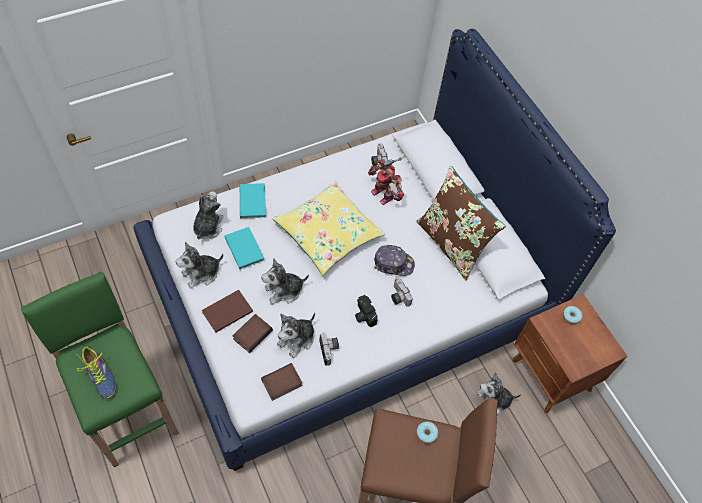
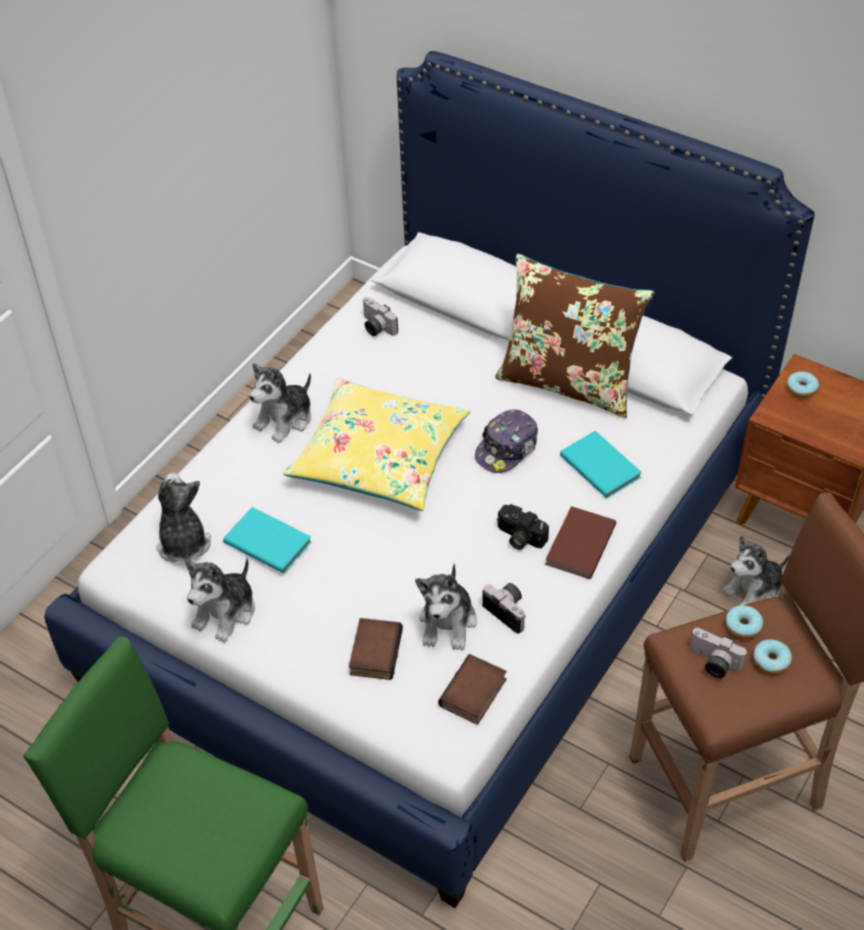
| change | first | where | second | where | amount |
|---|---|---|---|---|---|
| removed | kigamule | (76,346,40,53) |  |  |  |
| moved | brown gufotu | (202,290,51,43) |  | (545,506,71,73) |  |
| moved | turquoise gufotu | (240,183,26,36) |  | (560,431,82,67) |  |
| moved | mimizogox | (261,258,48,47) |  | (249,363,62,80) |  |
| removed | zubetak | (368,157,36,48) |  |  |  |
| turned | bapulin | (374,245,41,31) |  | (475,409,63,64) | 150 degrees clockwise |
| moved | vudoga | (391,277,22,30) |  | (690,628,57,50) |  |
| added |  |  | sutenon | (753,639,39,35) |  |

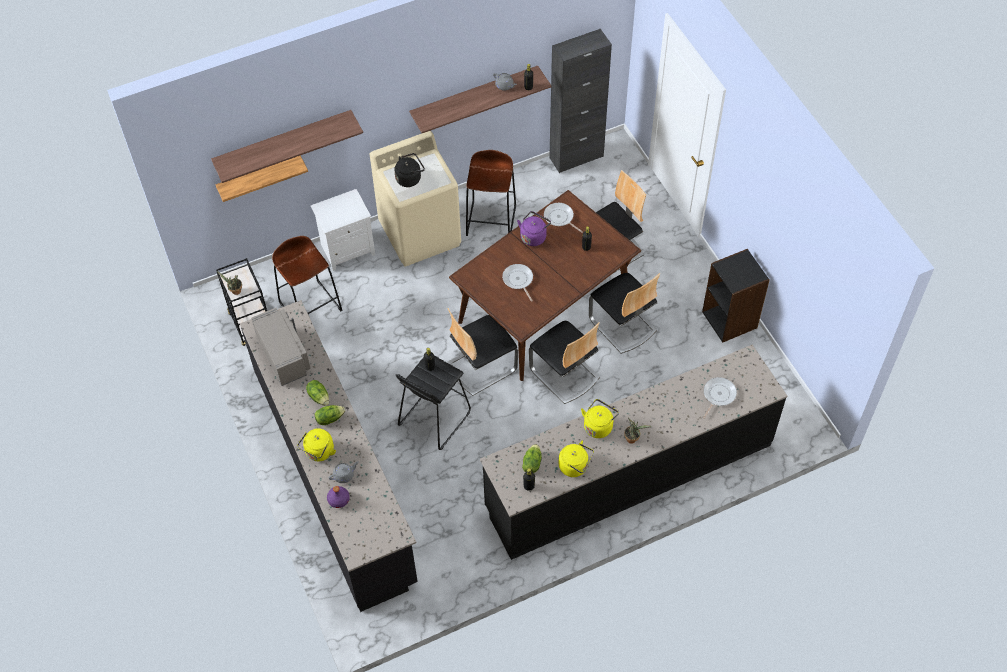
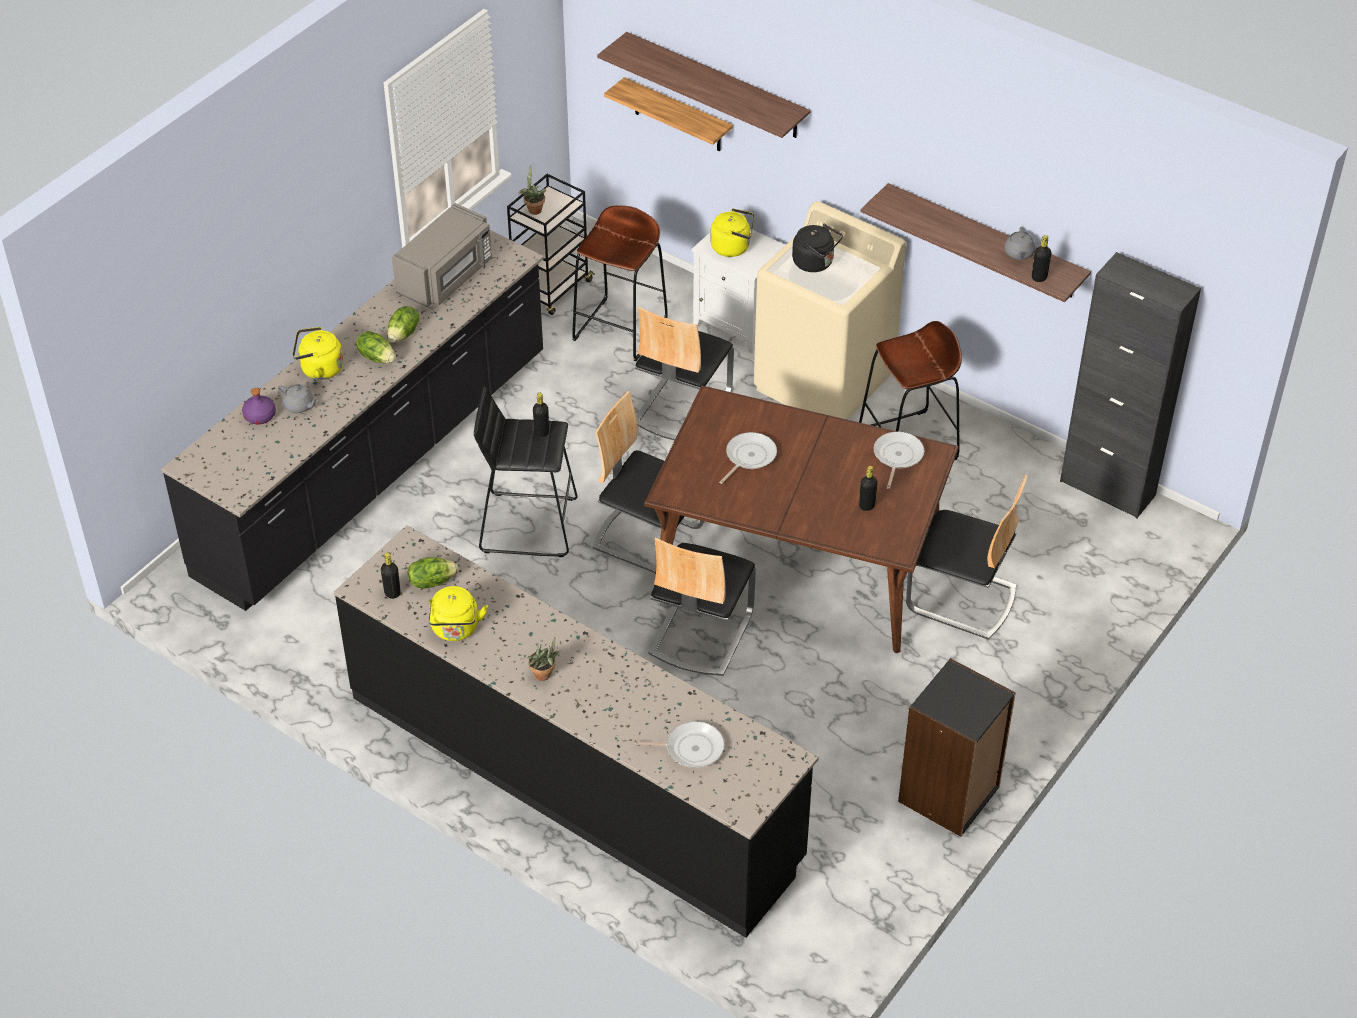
| change | first | where | second | where | amount |
|---|---|---|---|---|---|
| removed | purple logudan | (517,211,34,35) |  |  |  |
| moved | yellow logudan | (581,399,38,39) |  | (710,208,44,49) |  |
| moved | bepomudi | (589,273,72,81) |  | (635,307,99,134) |  |

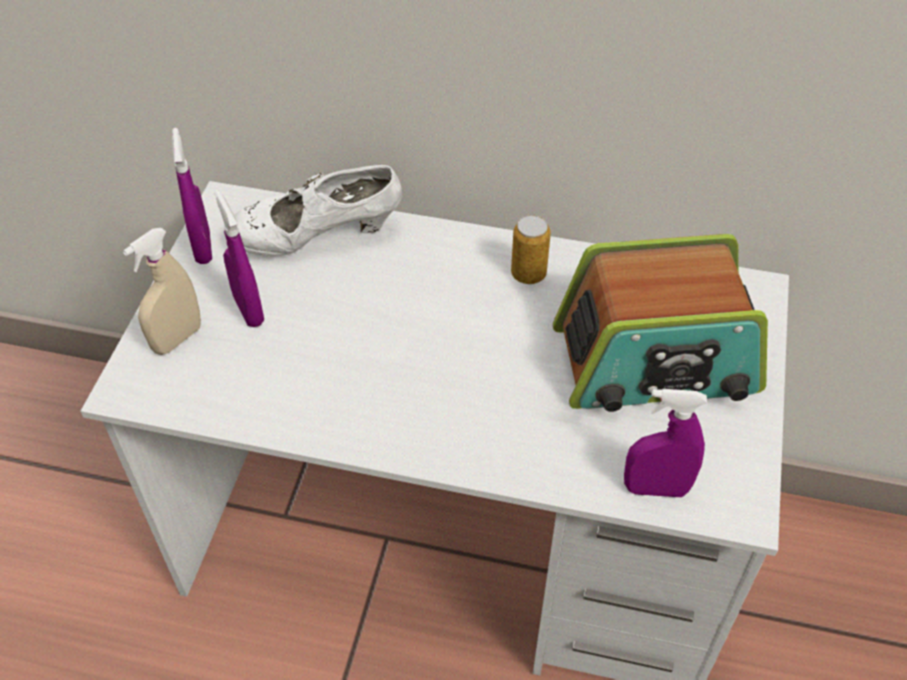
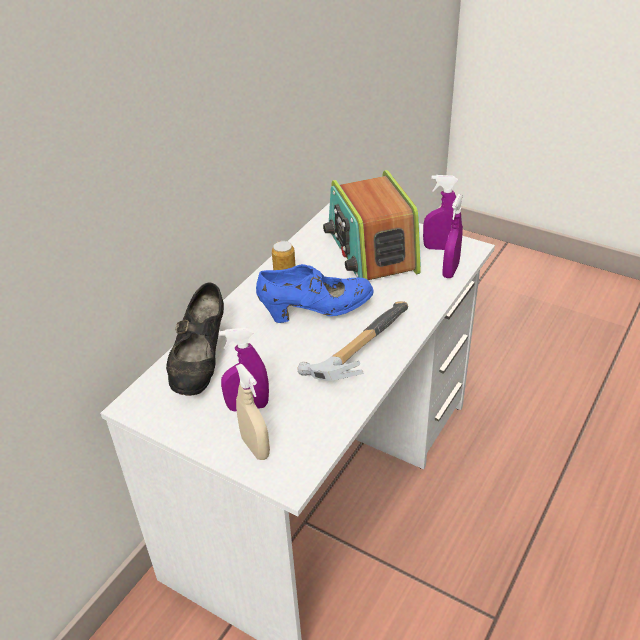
| change | first | where | second | where | amount |
|---|---|---|---|---|---|
| moved | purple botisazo | (172,128,40,136) |  | (423,175,35,75) |  |
| recoloured | white kigamule | (234,165,168,91) | black kigamule | (166,282,58,114) |  |
| turned | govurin | (553,234,215,178) |  | (323,170,98,110) | 150 degrees clockwise |
| added |  |  | blue kigamule | (256,264,118,59) |  |
| added |  |  | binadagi | (298,301,110,80) |  |

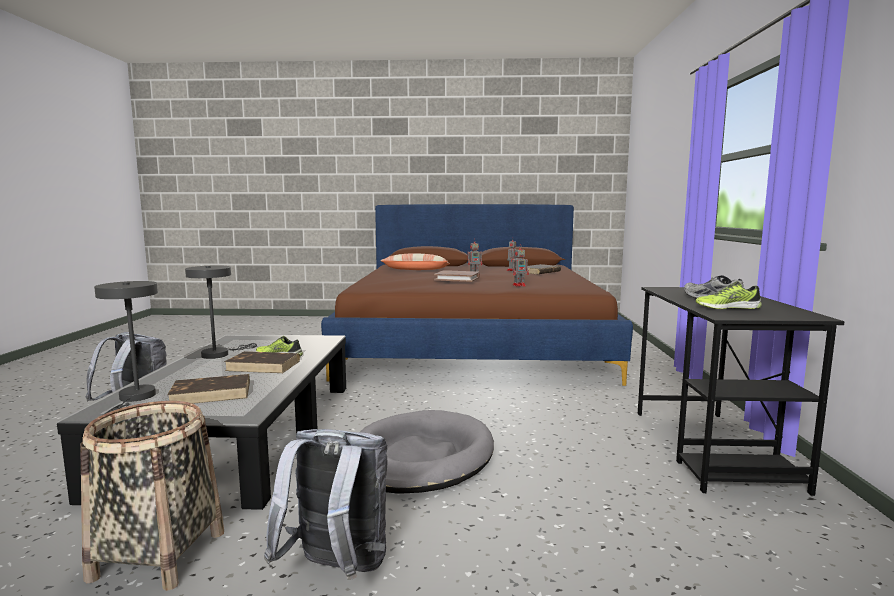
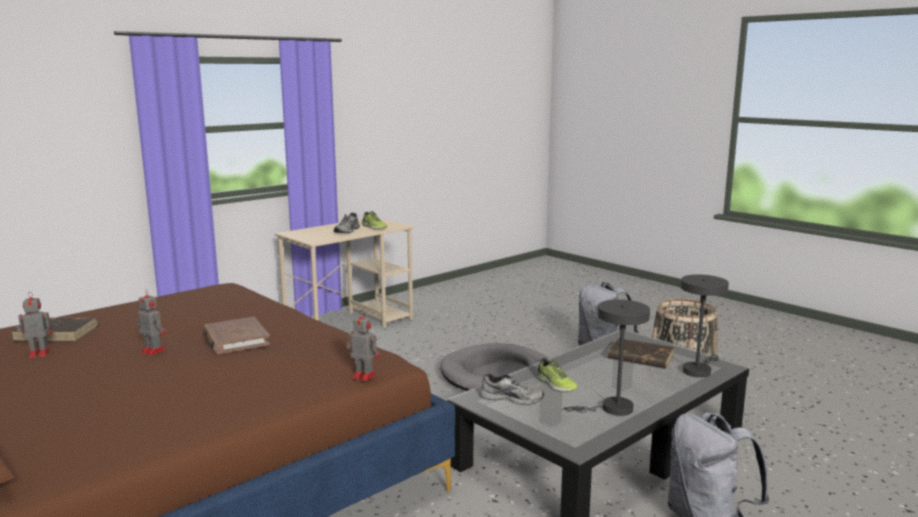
| change | first | where | second | where | amount |
|---|---|---|---|---|---|
| removed | brown gufotu | (224,351,76,22) |  |  |  |
| removed | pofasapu | (380,253,70,17) |  |  |  |
| moved | zubetak | (512,245,17,42) |  | (346,310,34,72) |  |
| recoloured | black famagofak | (638,287,207,209) | beige famagofak | (275,218,139,110) |  |
| added |  |  | grey kigamule | (480,373,64,32) |  |

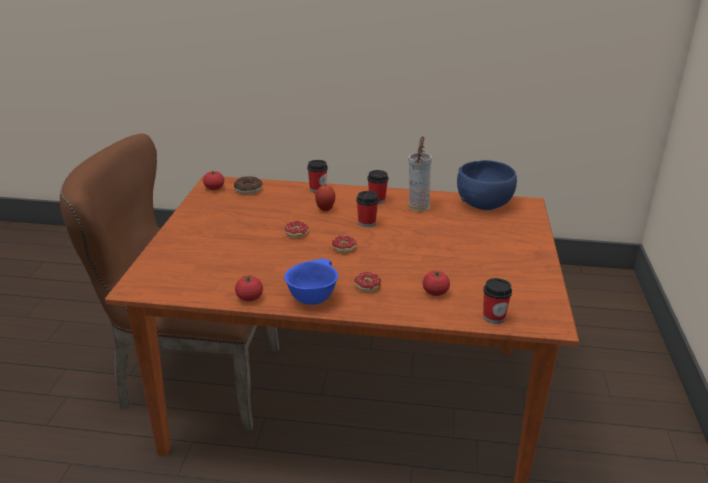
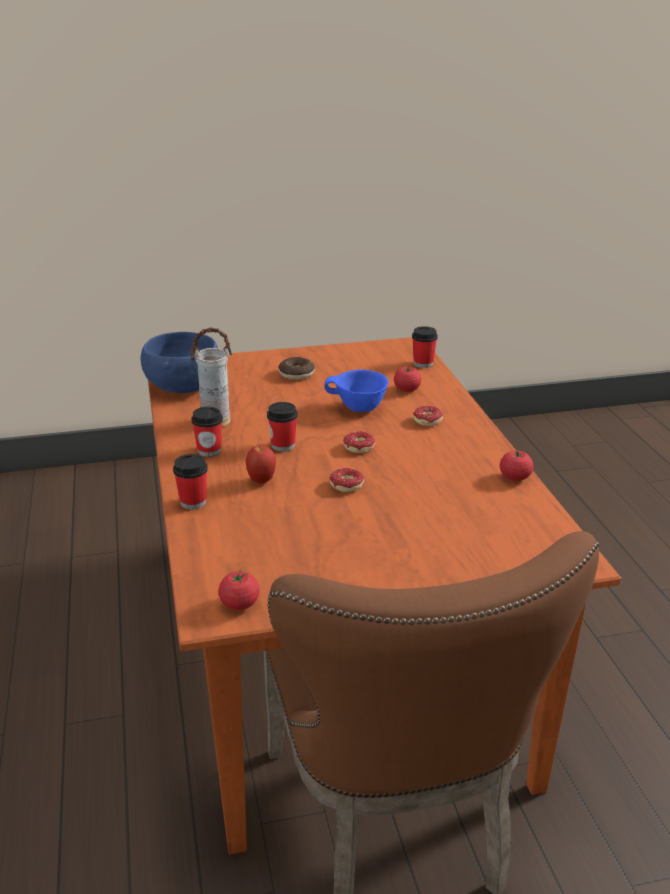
| change | first | where | second | where | amount |
|---|---|---|---|---|---|
| moved | sutenon | (234,176,29,18) |  | (278,357,37,23) |  |
| moved | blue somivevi | (284,259,54,46) |  | (324,370,64,42) |  |

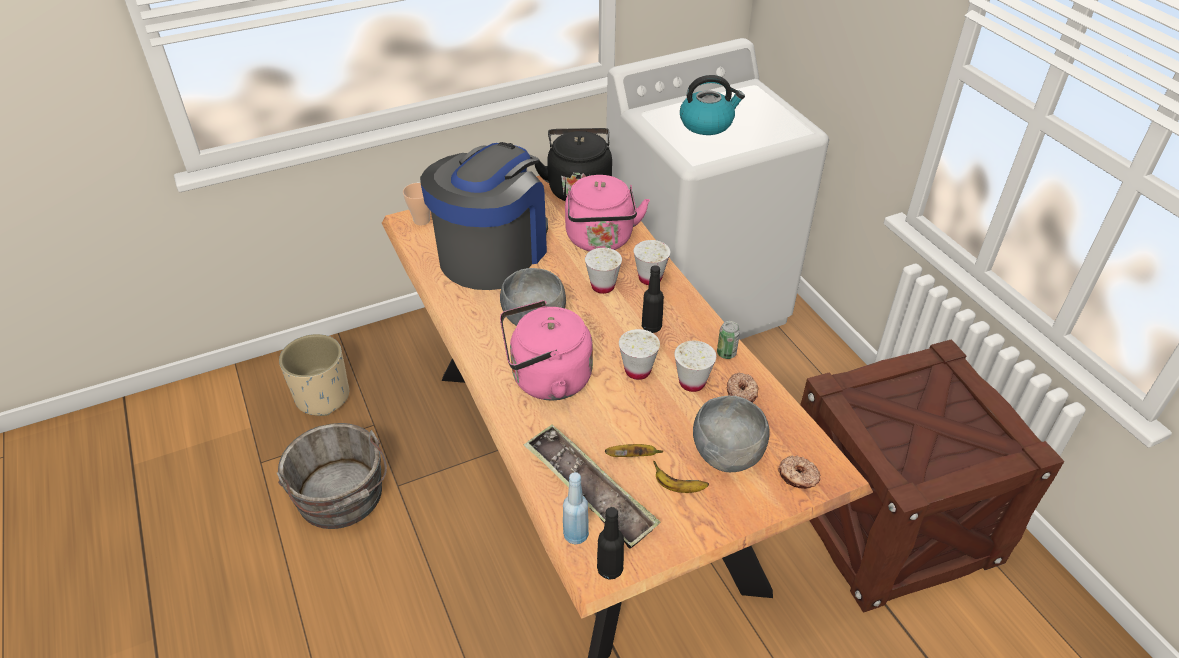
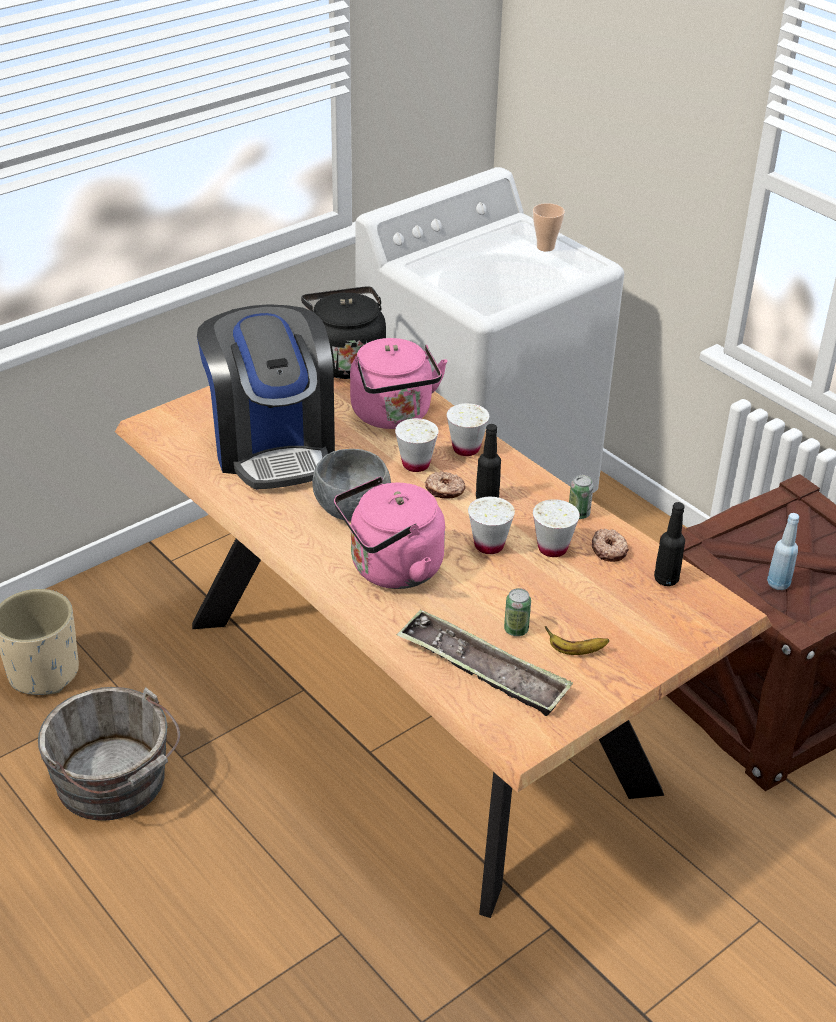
| change | first | where | second | where | amount |
|---|---|---|---|---|---|
| moved | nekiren | (403,183,27,42) |  | (533,203,32,49) |  |
| turned | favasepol | (420,142,128,148) |  | (197,304,138,185) | 150 degrees clockwise |
| moved | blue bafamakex | (563,472,26,72) |  | (767,513,32,77) |  |
| moved | black bafamakex | (597,507,27,73) |  | (654,502,31,84) |  |
| replaced | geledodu | (605,444,58,13) | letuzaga | (504,588,27,48) |  |
| removed | logudan | (680,75,65,60) |  |  |  |
| removed | grey somivevi | (693,396,77,76) |  |  |  |
| moved | sutenon | (778,456,43,33) |  | (425,471,41,27) |  |

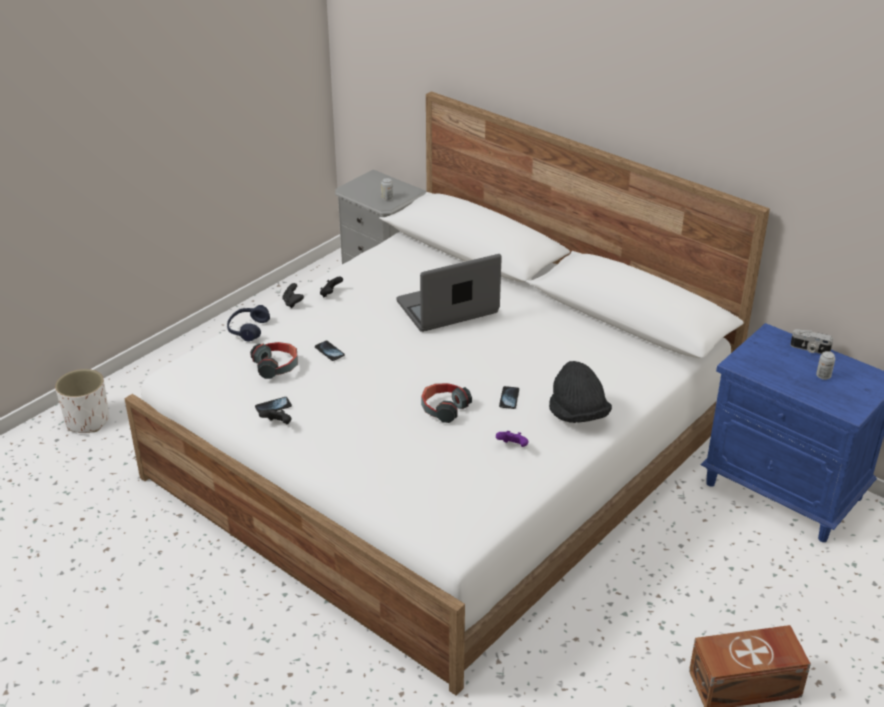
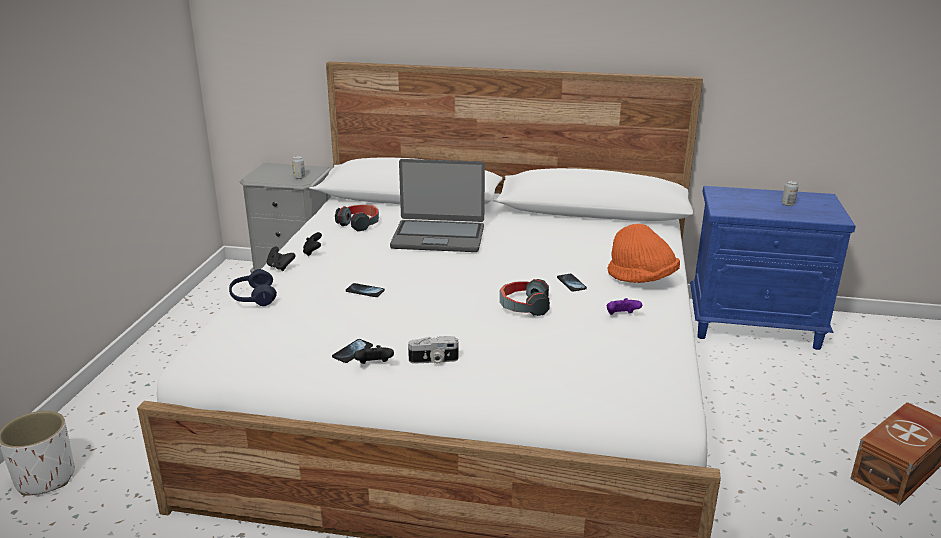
| change | first | where | second | where | amount |
|---|---|---|---|---|---|
| moved | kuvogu | (250,342,48,37) |  | (335,204,44,28) |  |
| turned | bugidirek | (396,254,106,78) |  | (390,159,95,93) | 120 degrees counterclockwise |
| recoloured | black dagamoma | (549,361,63,62) | orange dagamoma | (607,223,73,60) |  |
| moved | vudoga | (790,329,43,25) |  | (408,336,50,28) |  |

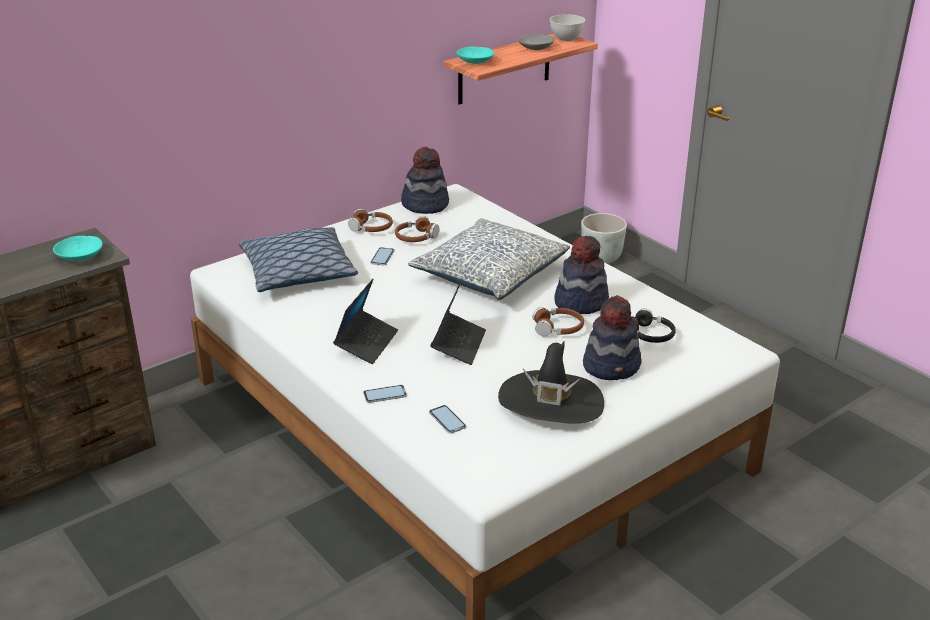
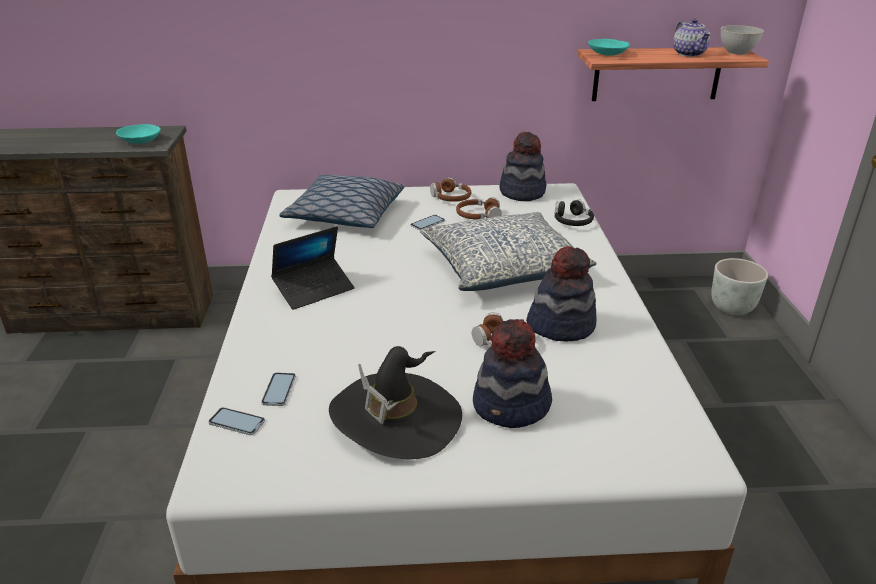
| change | first | where | second | where | amount |
|---|---|---|---|---|---|
| moved | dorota | (363,385,44,18) |  | (208,407,57,28) |  |
| removed | bugidirek | (430,280,56,85) |  |  |  |
| replaced | grey somivevi | (518,34,36,16) | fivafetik | (673,19,38,38) |  |
| moved | black kuvogu | (631,308,45,35) |  | (555,200,39,26) |  |

